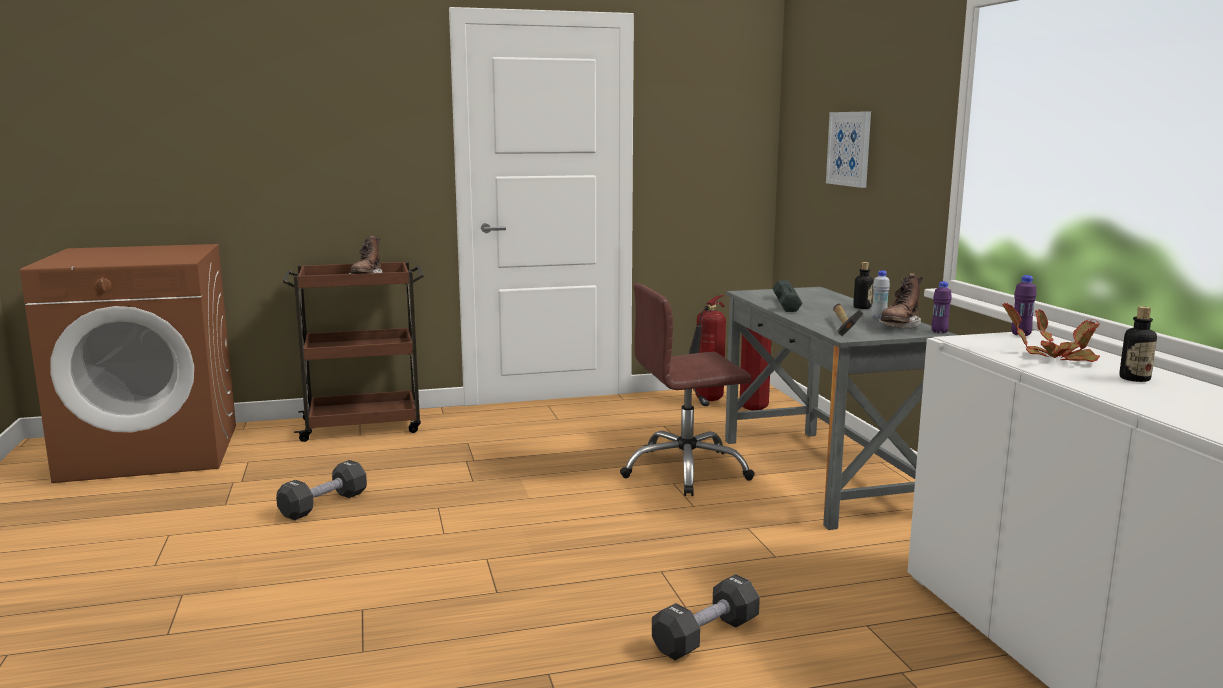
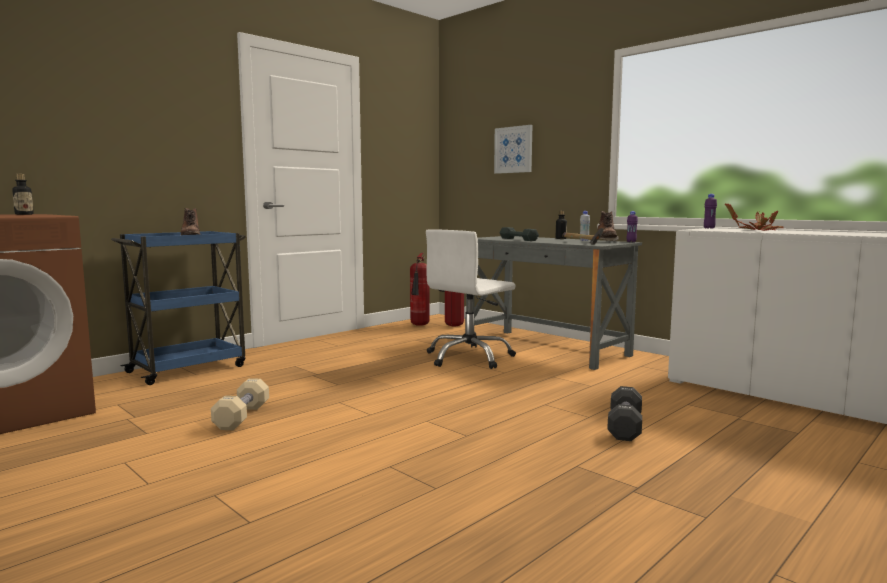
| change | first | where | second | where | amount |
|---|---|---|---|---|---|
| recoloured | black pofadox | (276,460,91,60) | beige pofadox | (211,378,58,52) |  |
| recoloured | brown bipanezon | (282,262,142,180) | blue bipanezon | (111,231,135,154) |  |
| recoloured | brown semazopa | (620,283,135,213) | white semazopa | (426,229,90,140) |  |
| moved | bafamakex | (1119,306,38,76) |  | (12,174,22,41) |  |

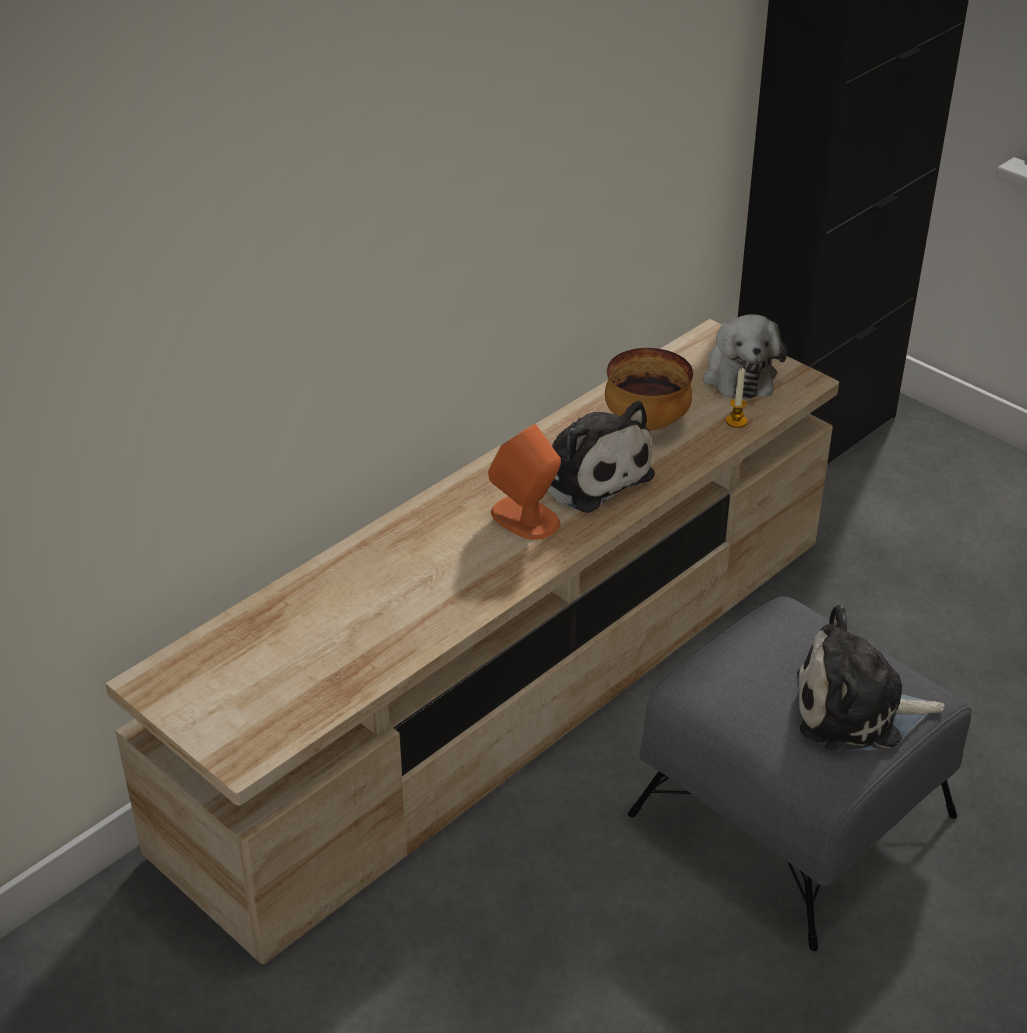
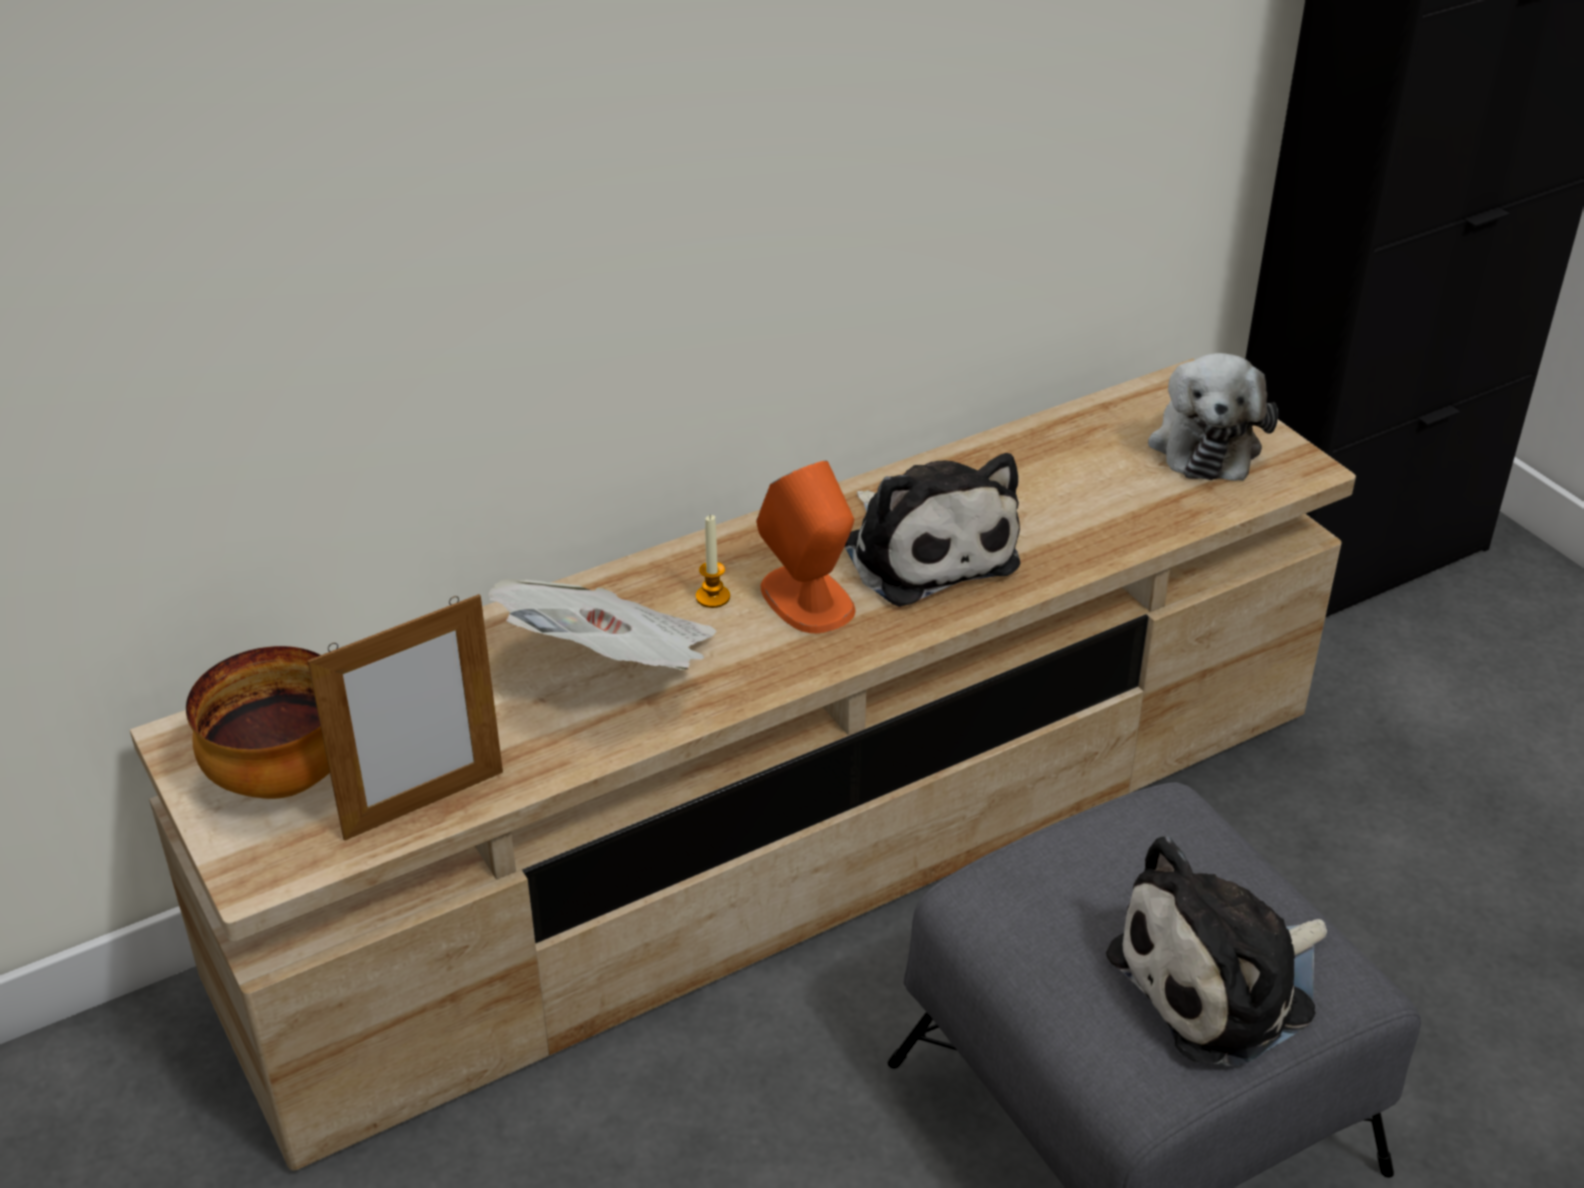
| change | first | where | second | where | amount |
|---|---|---|---|---|---|
| moved | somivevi | (605,348,88,83) |  | (186,646,144,153) |  |
| moved | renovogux | (726,368,22,60) |  | (696,515,34,93) |  |
| turned | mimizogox | (797,605,148,146) |  | (1106,836,221,231) | 45 degrees counterclockwise |
| added |  |  | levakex | (307,594,196,247) |  |
| added |  |  | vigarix | (489,579,227,91) |  |

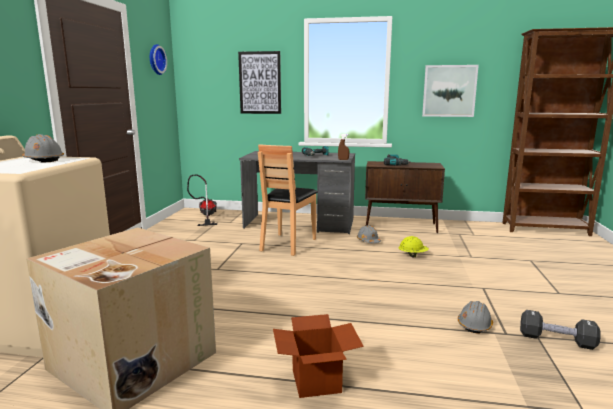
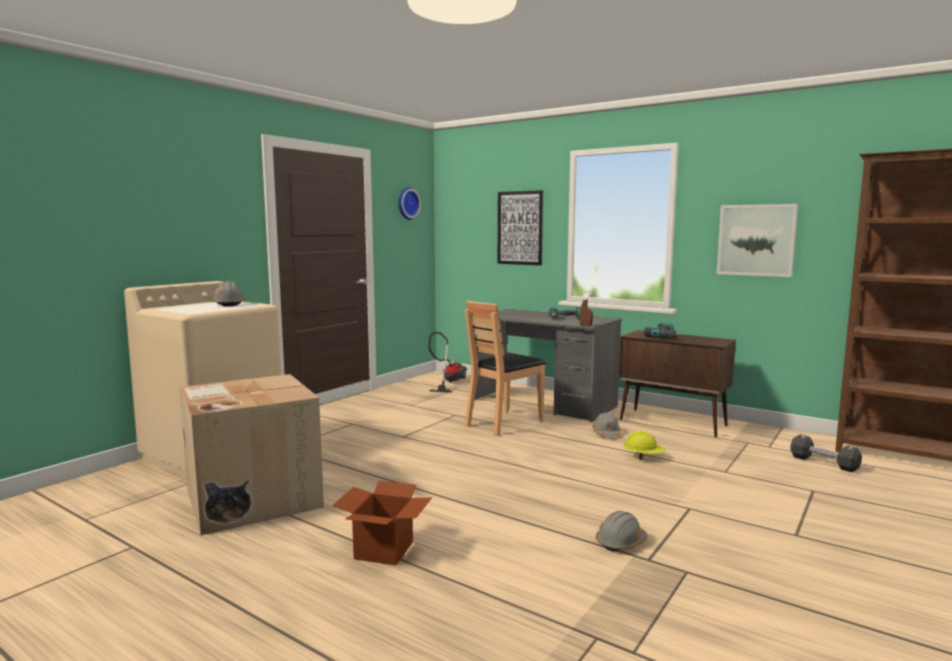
| change | first | where | second | where | amount |
|---|---|---|---|---|---|
| moved | black pofadox | (520,310,81,40) |  | (790,434,72,38) |  |

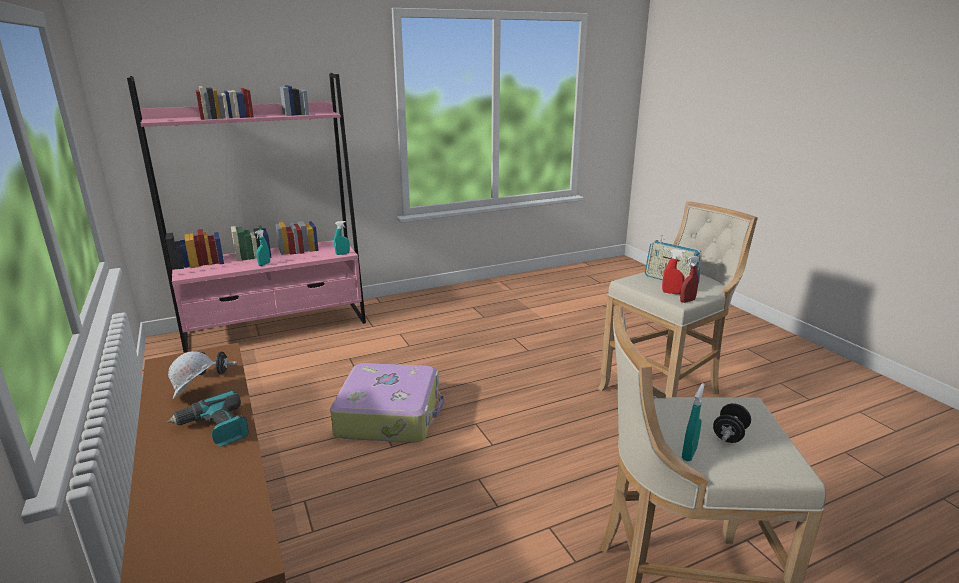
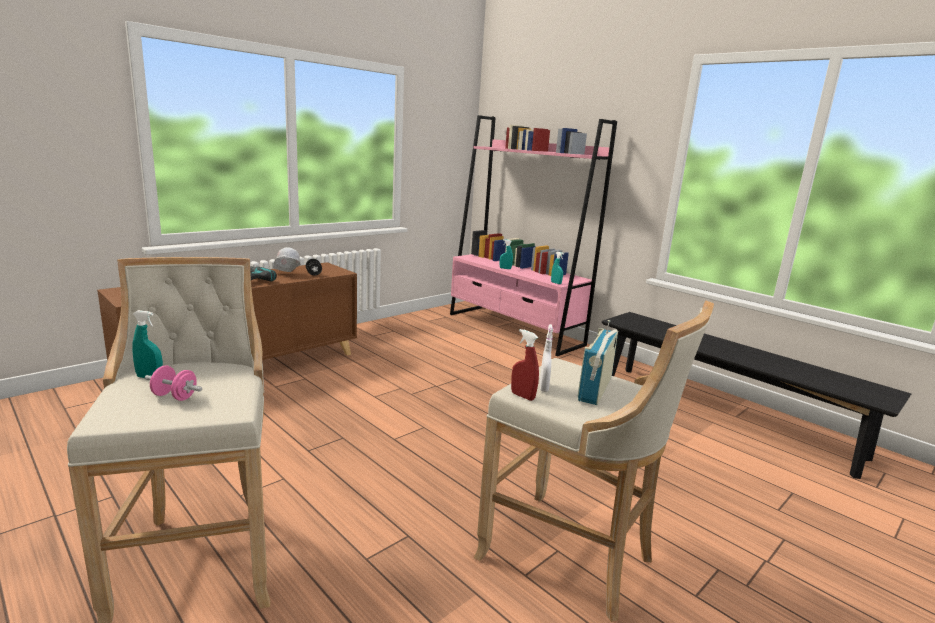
| change | first | where | second | where | amount |
|---|---|---|---|---|---|
| removed | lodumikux | (330,363,114,80) |  |  |  |
| recoloured | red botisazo | (662,249,24,45) | white botisazo | (540,324,13,68) |  |
| recoloured | black pofadox | (713,403,38,40) | pink pofadox | (145,365,57,36) |  |
| added |  |  | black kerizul | (602,312,309,167) |  |

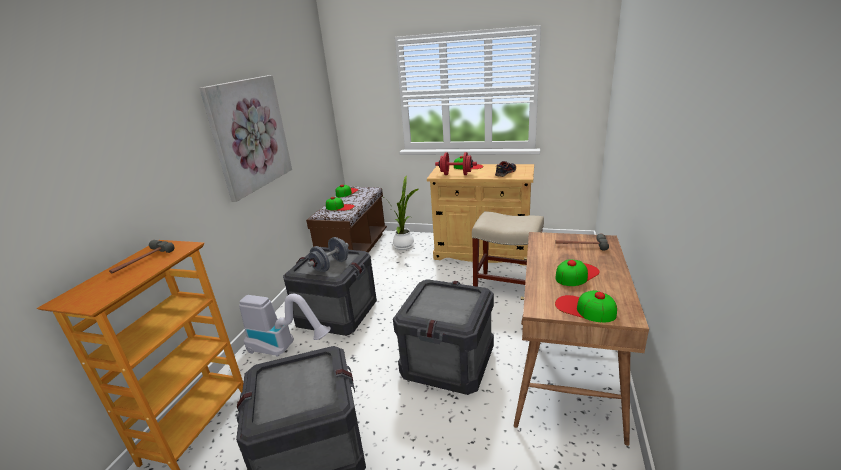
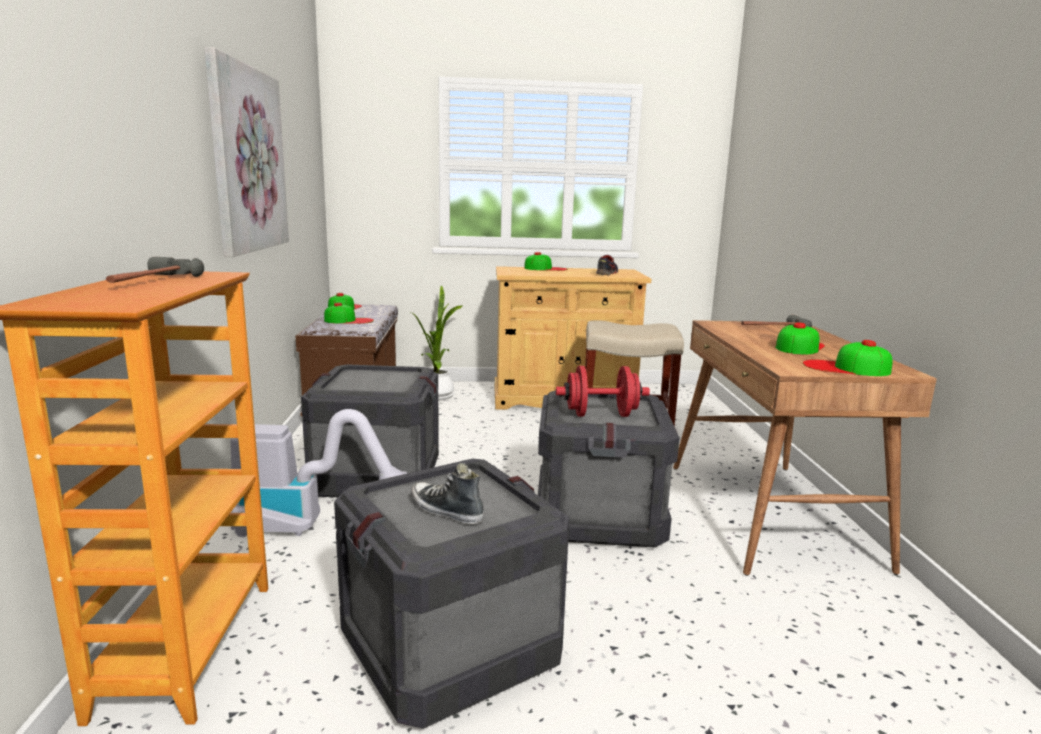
| change | first | where | second | where | amount |
|---|---|---|---|---|---|
| removed | grey pofadox | (307,237,42,35) |  |  |  |
| moved | red pofadox | (435,152,42,23) |  | (556,366,94,51) |  |
| added |  |  | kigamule | (411,463,73,61) |  |

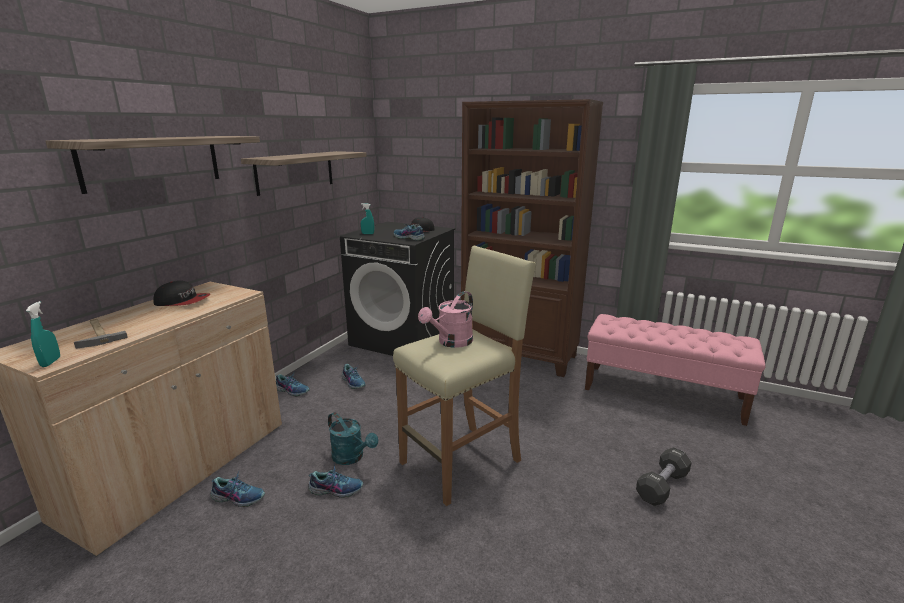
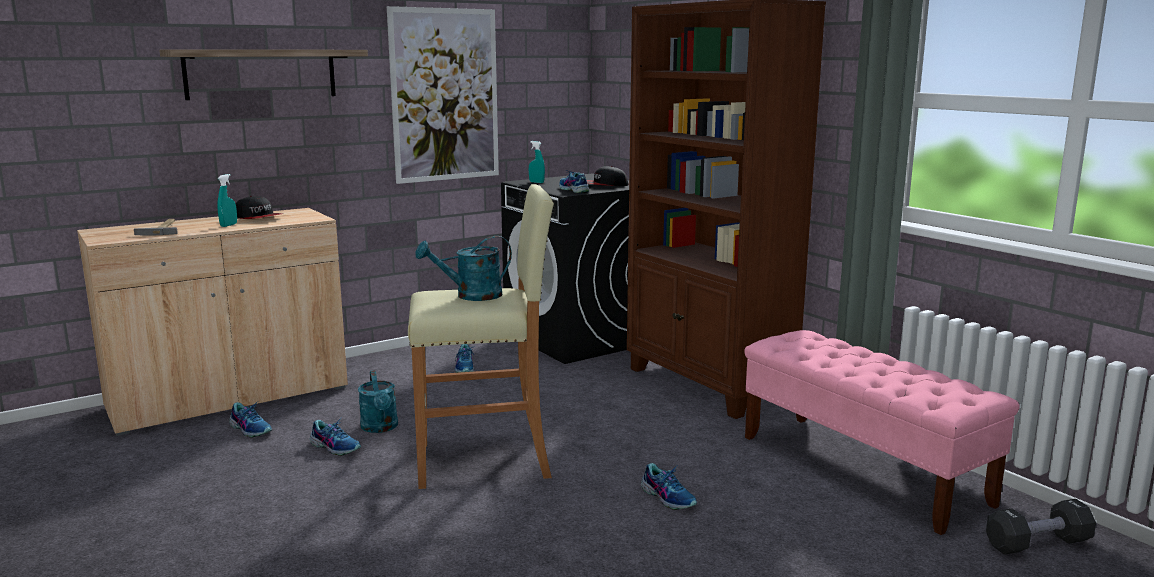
| change | first | where | second | where | amount |
|---|---|---|---|---|---|
| moved | turquoise botisazo | (26,301,34,66) |  | (218,174,19,53) |  |
| replaced | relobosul | (241,151,126,45) | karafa | (387,6,112,178) |  |
| moved | kigamule | (276,373,34,23) |  | (641,463,56,47) |  |
| recoloured | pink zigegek | (418,291,55,57) | turquoise zigegek | (416,236,96,65) |  |
| moved | black pofadox | (636,447,56,59) |  | (986,499,110,56) |  |

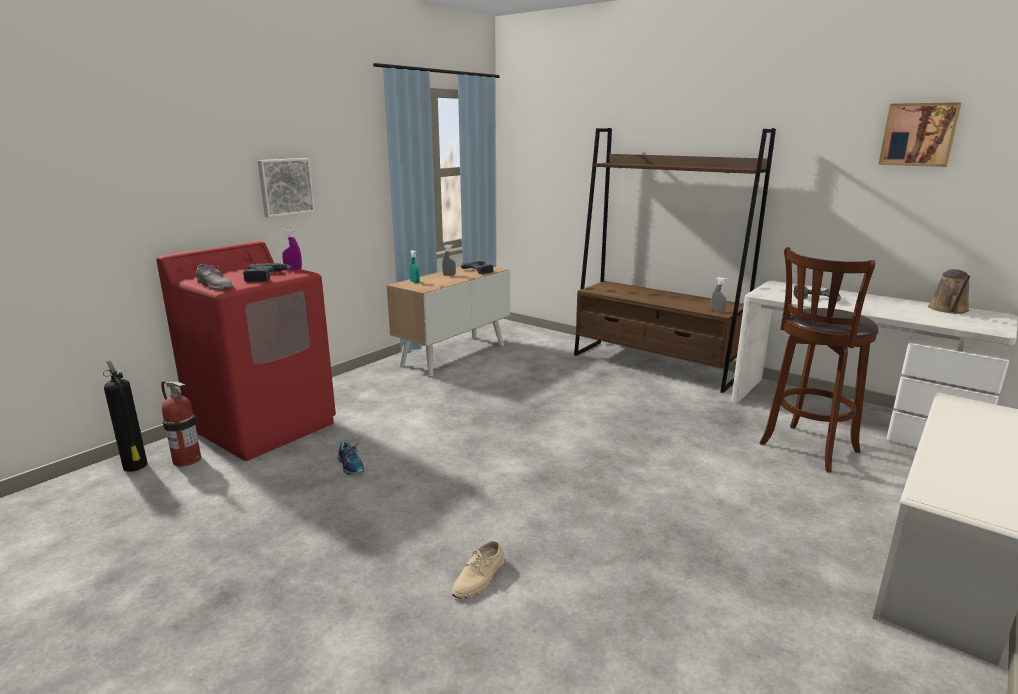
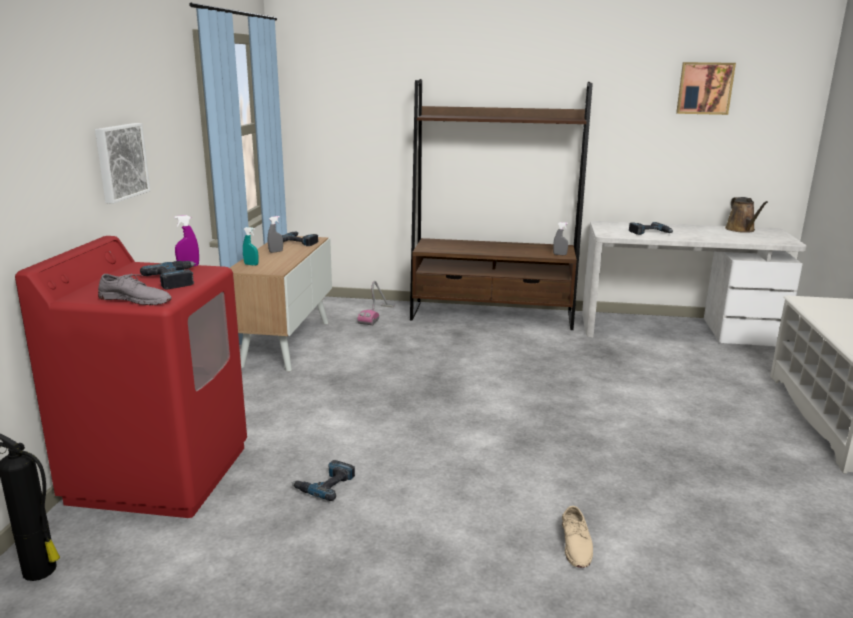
| change | first | where | second | where | amount |
|---|---|---|---|---|---|
| removed | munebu | (161,381,40,86) |  |  |  |
| replaced | kigamule | (338,440,27,35) | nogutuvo | (291,460,64,41) |  |
| removed | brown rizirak | (759,247,120,226) |  |  |  |
| added |  |  | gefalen | (357,281,38,44) |  |

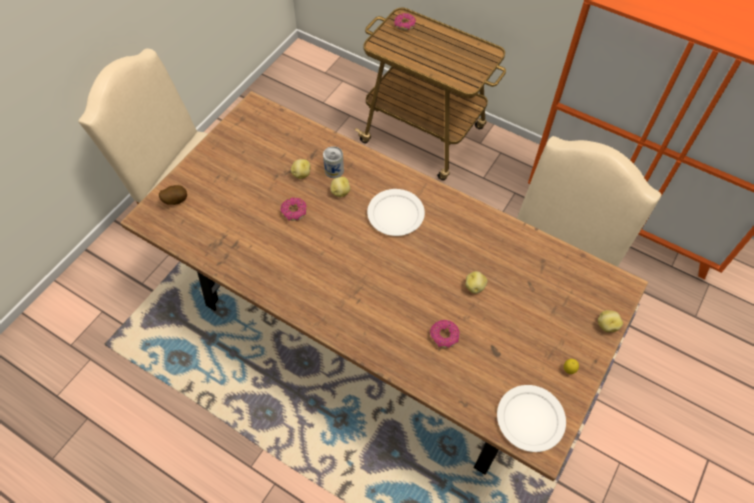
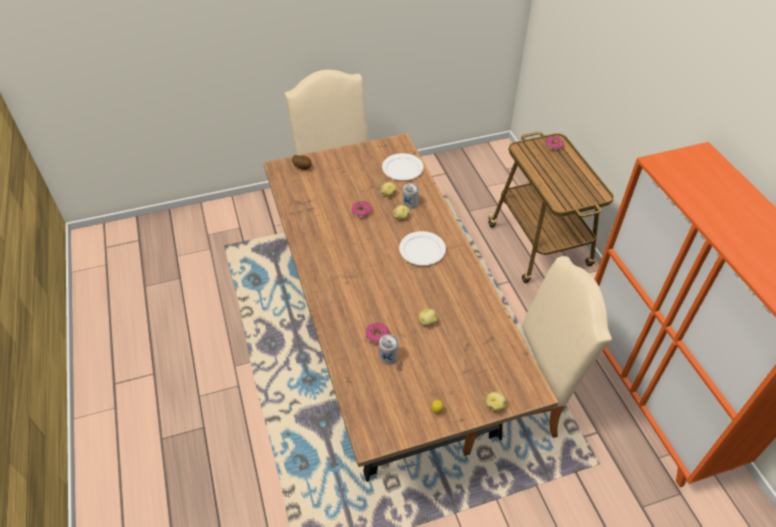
| change | first | where | second | where | amount |
|---|---|---|---|---|---|
| moved | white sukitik | (497,385,69,67) |  | (382,153,42,27) |  |
| added |  |  | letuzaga | (379,335,19,30) |  |

